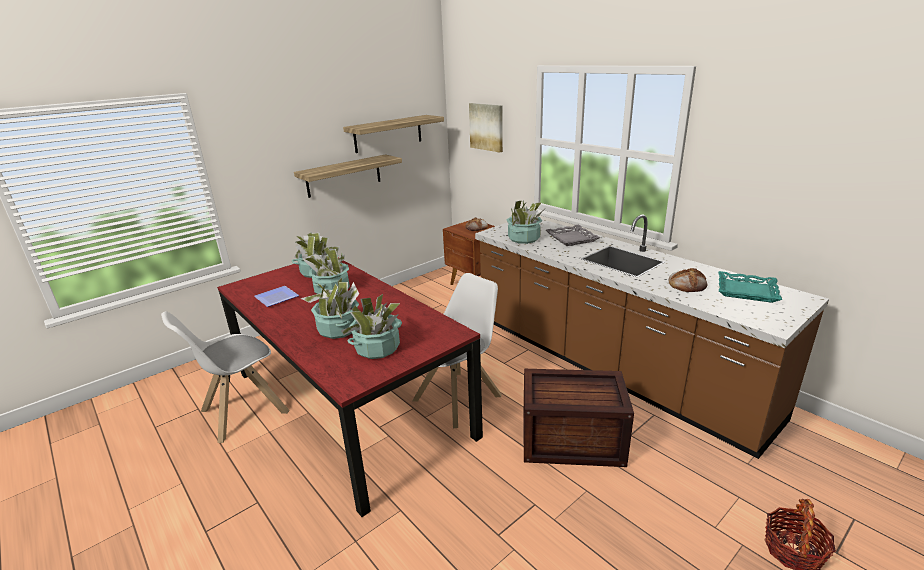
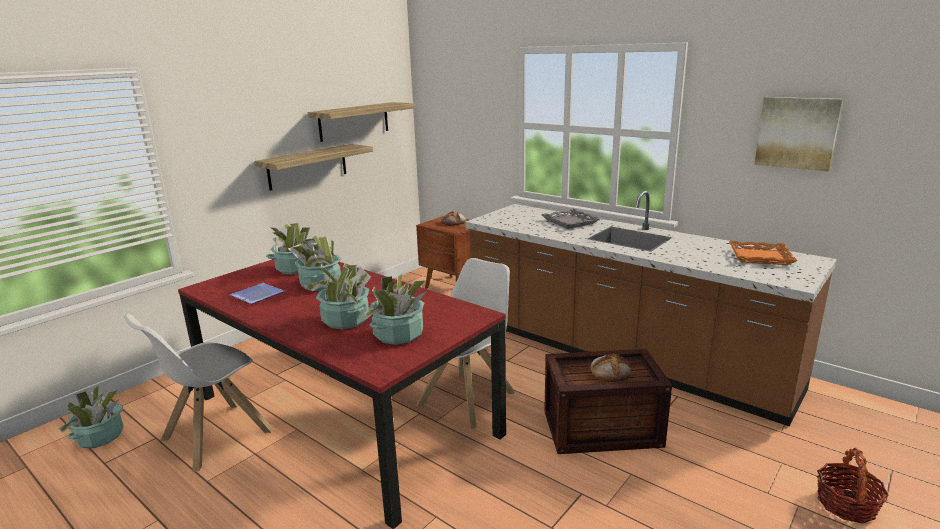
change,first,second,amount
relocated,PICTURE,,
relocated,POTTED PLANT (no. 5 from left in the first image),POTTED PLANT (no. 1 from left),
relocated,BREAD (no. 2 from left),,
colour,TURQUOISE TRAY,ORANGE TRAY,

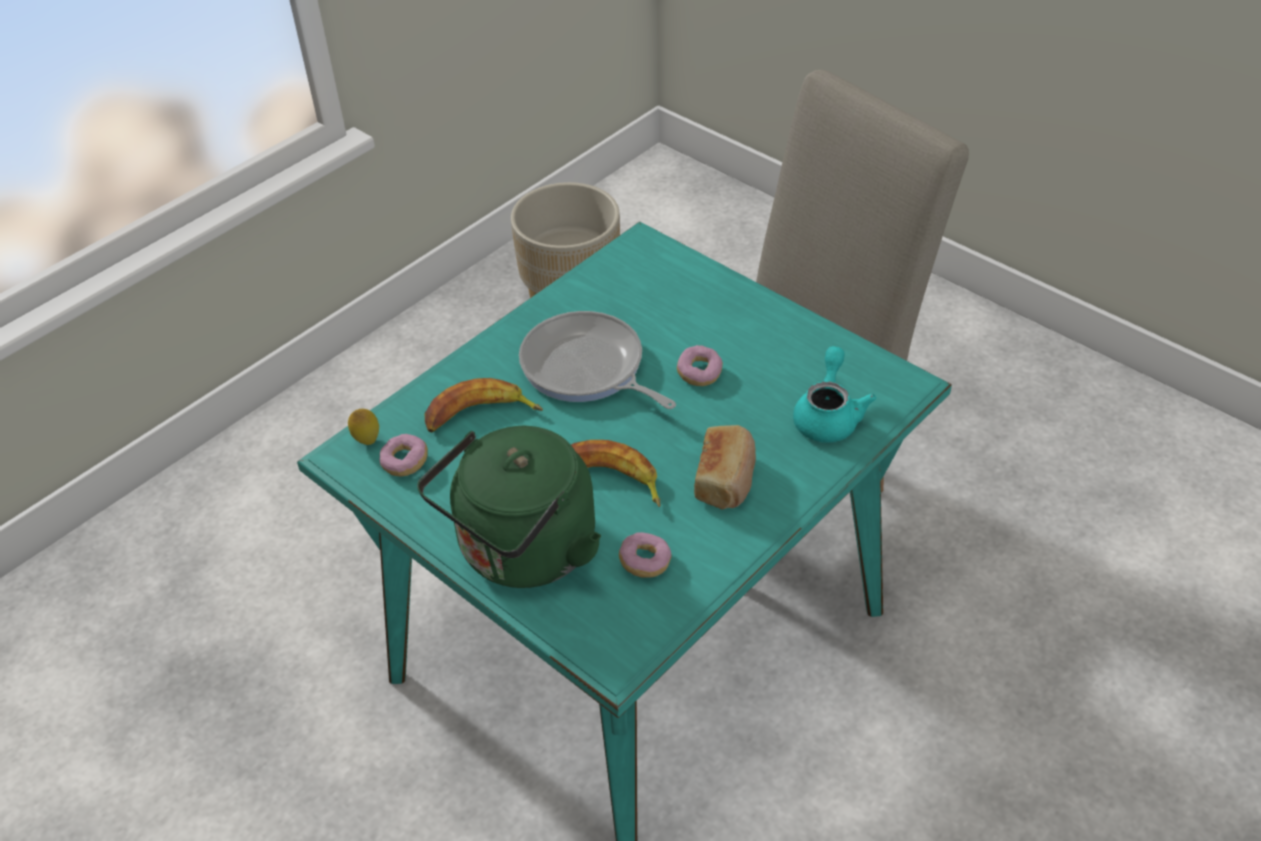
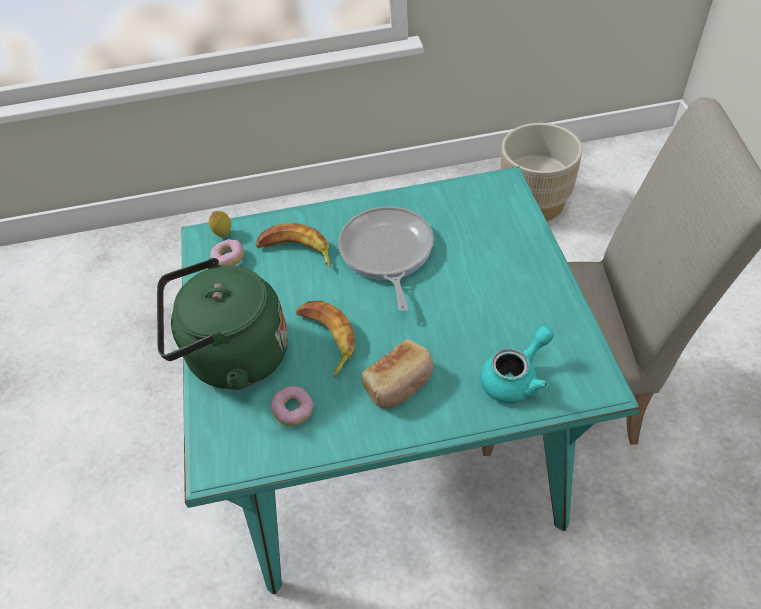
change,first,second,amount
missing,DONUT (no. 3 from left),,

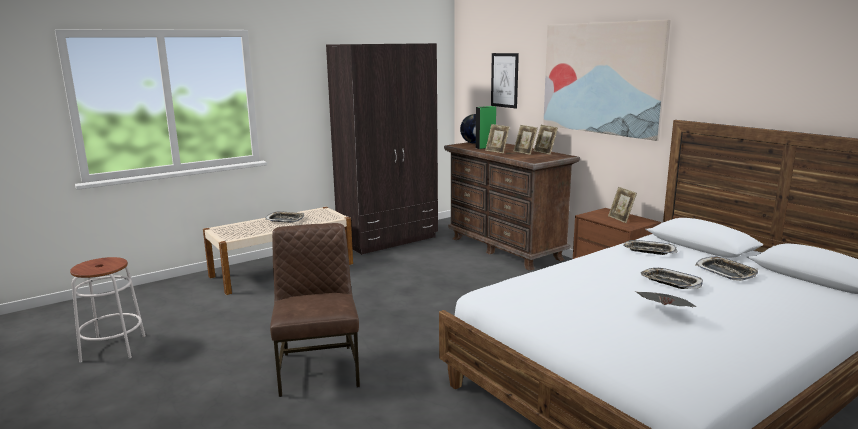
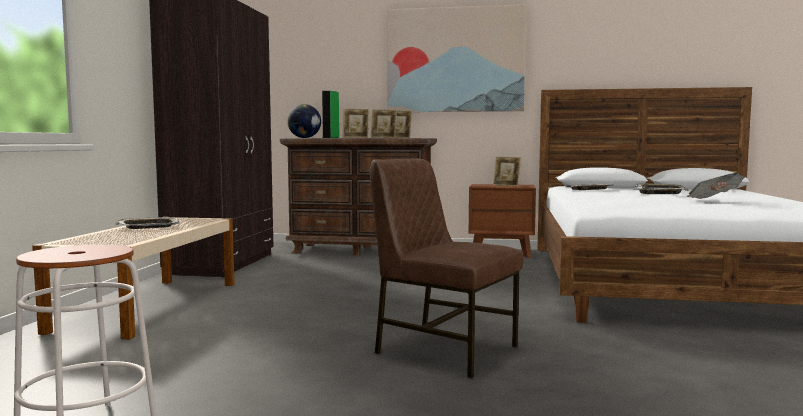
change,first,second,amount
missing,PICTURE (no. 1 from left),,

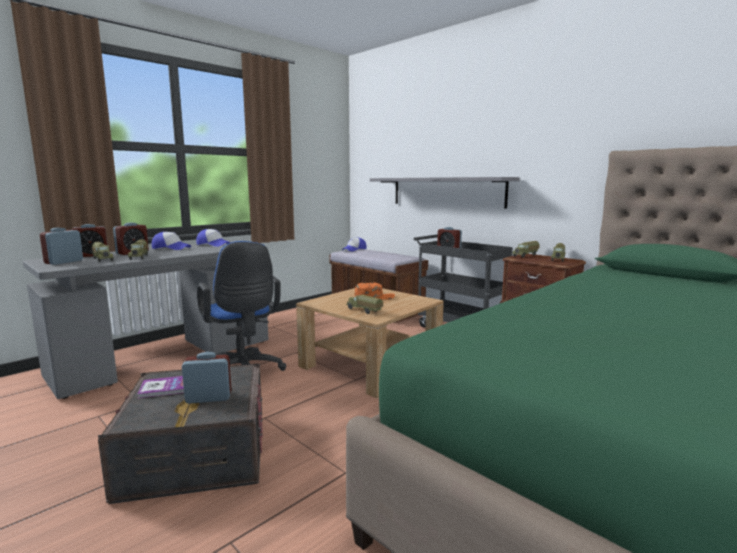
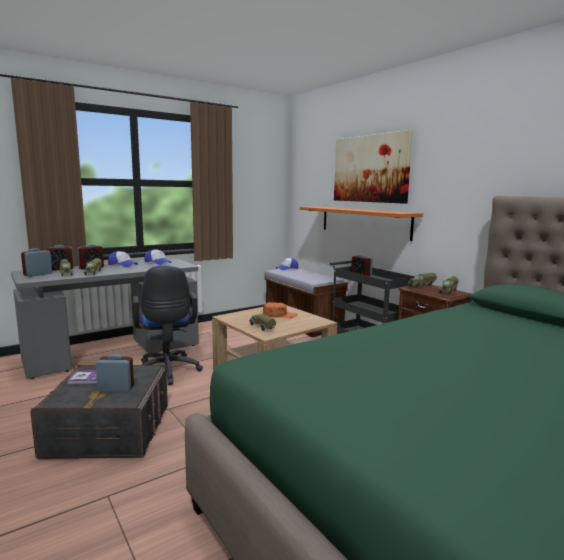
change,first,second,amount
colour,GREY SHELF,ORANGE SHELF,
appeared,,PICTURE,

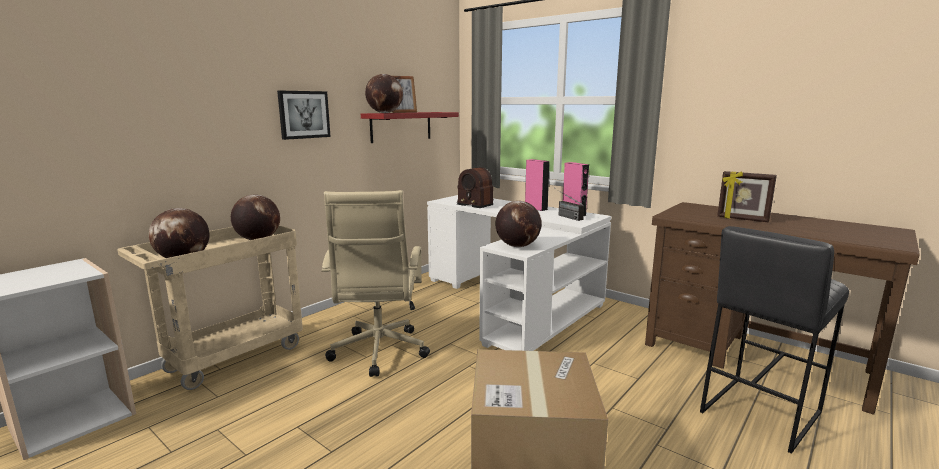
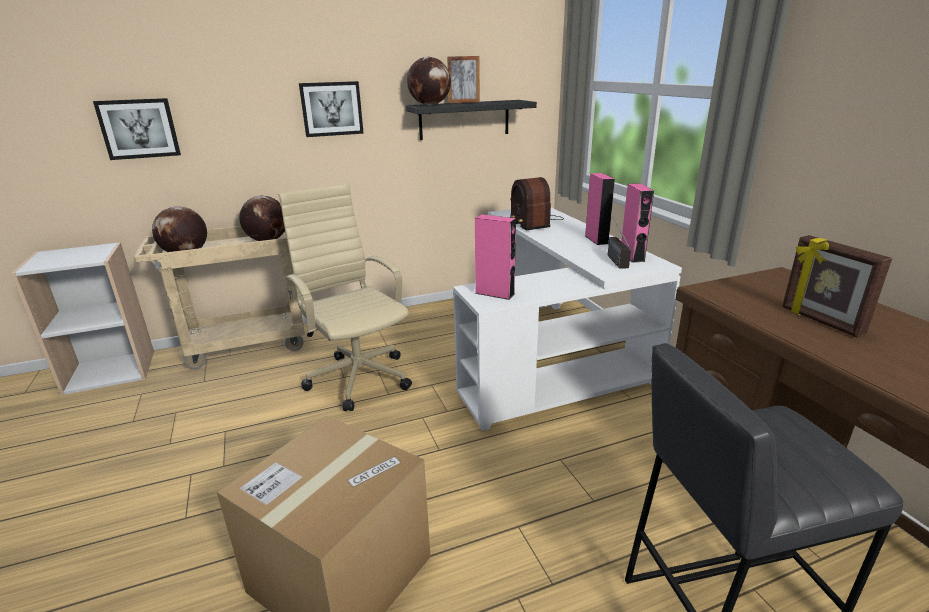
change,first,second,amount
spun,BEIGE OFFICE CHAIR,,120 degrees clockwise
colour,RED SHELF,BLACK SHELF,
exchanged,GLOBE (no. 4 from left),PINK SPEAKER (no. 1 from left),
appeared,,PICTURE (no. 1 from left),

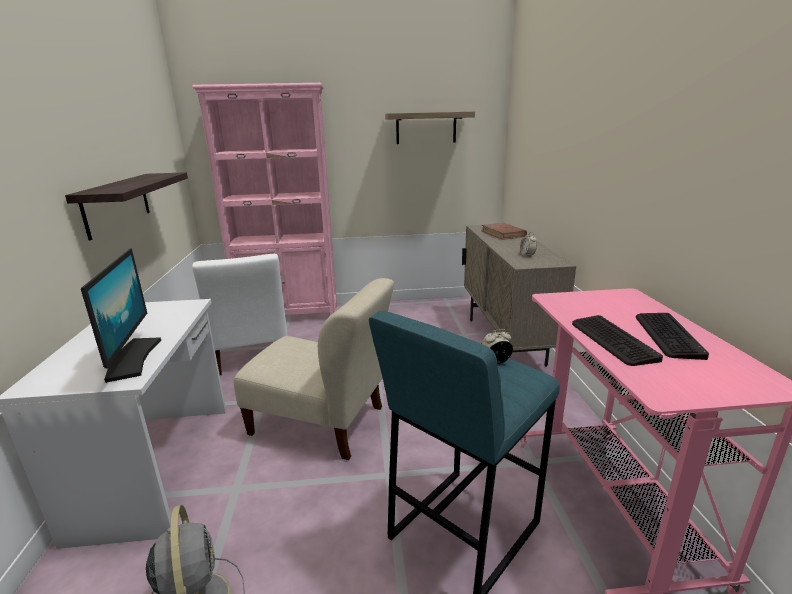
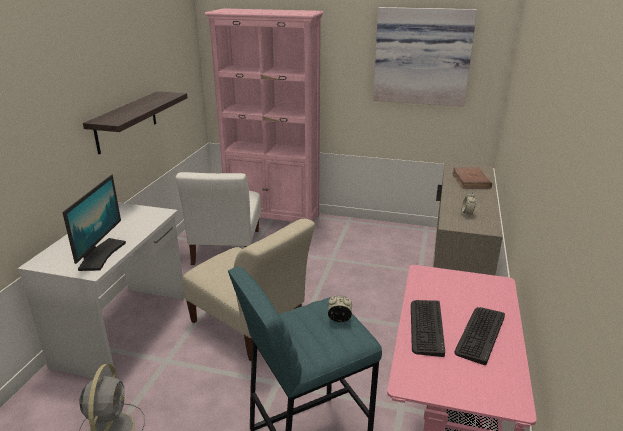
change,first,second,amount
exchanged,SHELF (no. 2 from left),PICTURE,

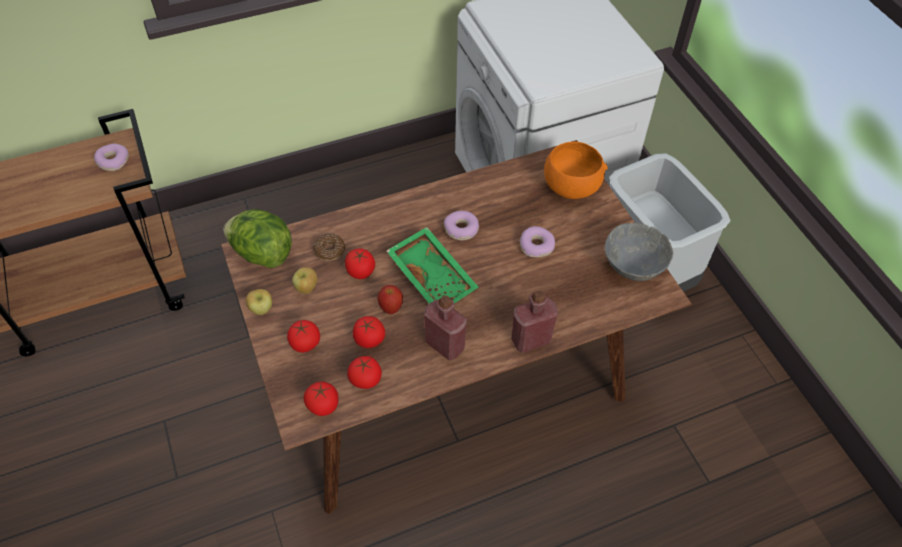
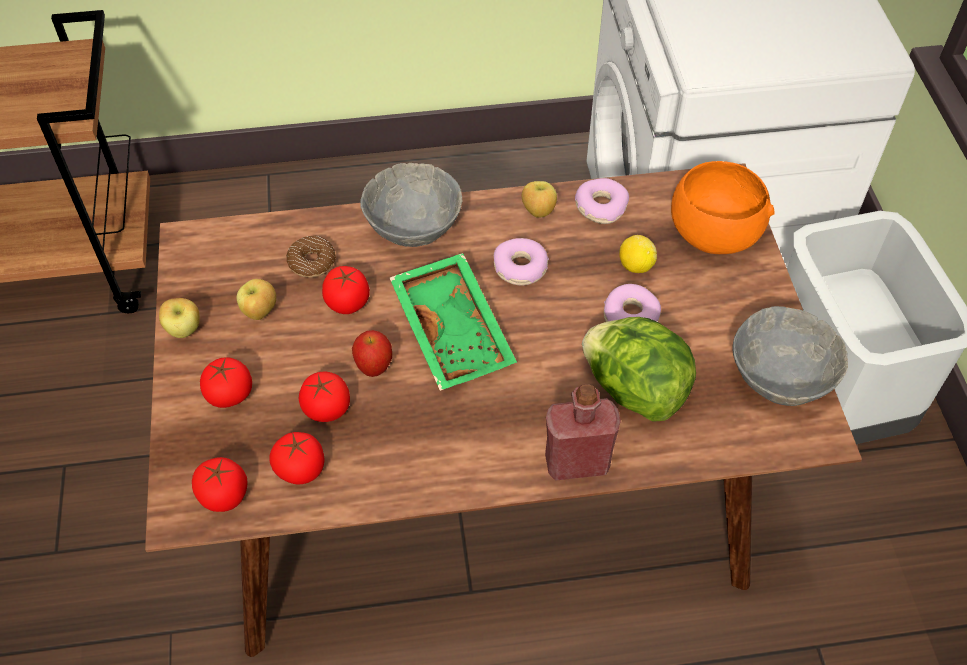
change,first,second,amount
relocated,DONUT (no. 1 from left in the first image),DONUT (no. 3 from left),
relocated,LETTUCE,,
missing,RED BOTTLE (no. 1 from left),,
appeared,,GREY BOWL (no. 1 from left),
appeared,,APPLE (no. 4 from left),
appeared,,LEMON,

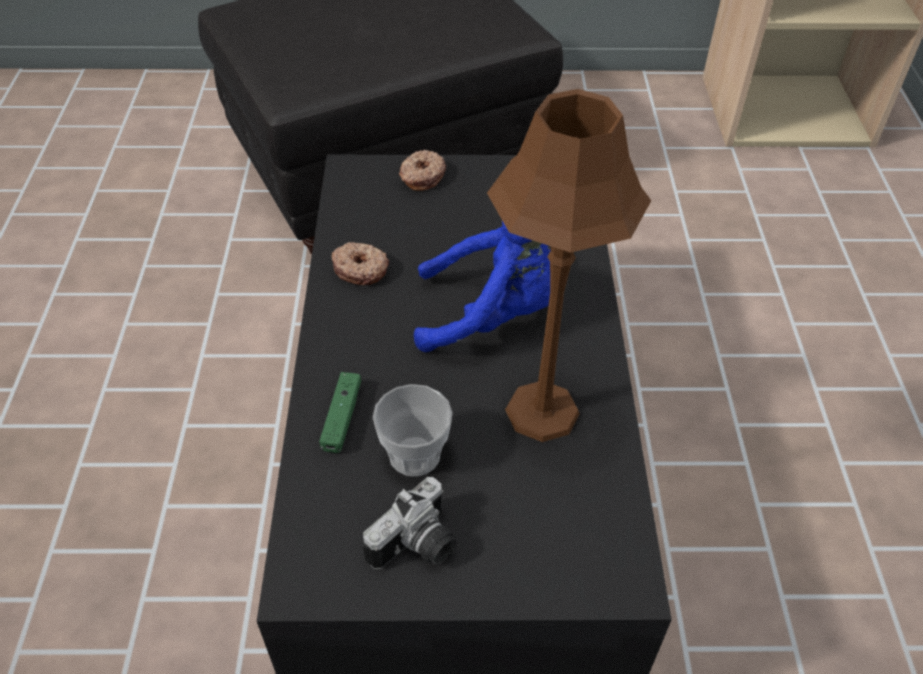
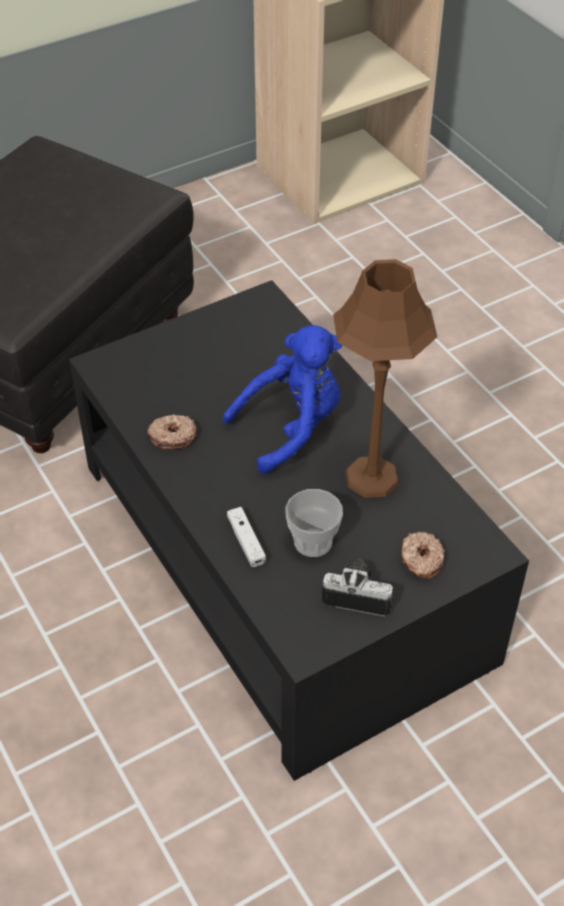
change,first,second,amount
colour,GREEN GAME CONTROLLER,WHITE GAME CONTROLLER,
spun,PHOTO CAMERA,,90 degrees counterclockwise
relocated,DONUT (no. 2 from left),,

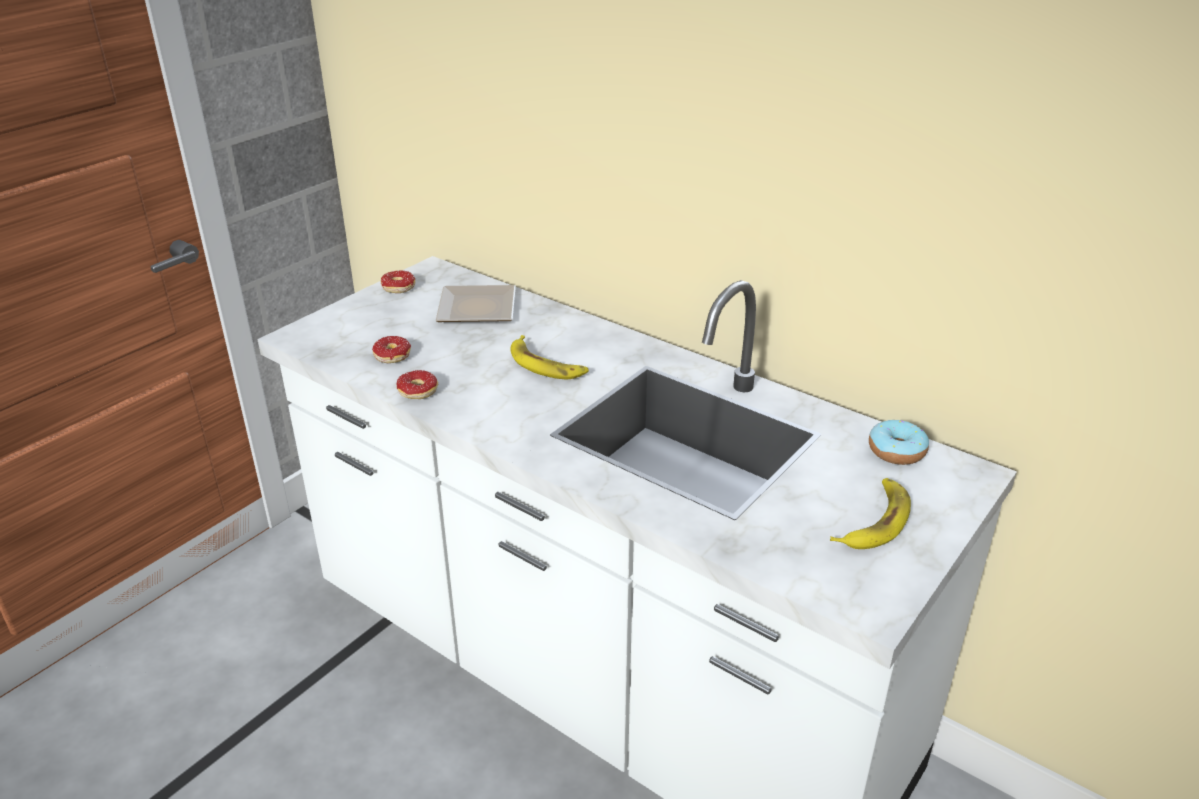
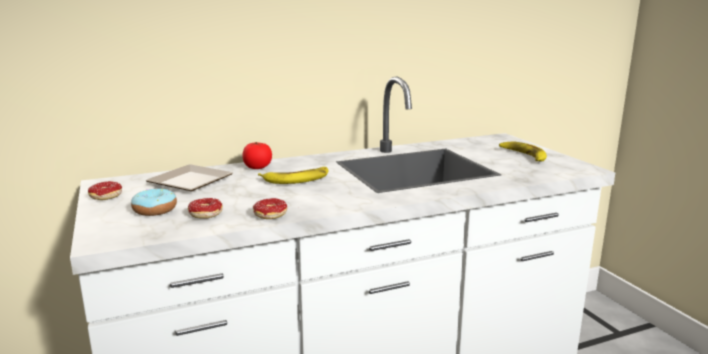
change,first,second,amount
relocated,DONUT (no. 4 from left in the first image),DONUT (no. 2 from left),
appeared,,TOMATO,

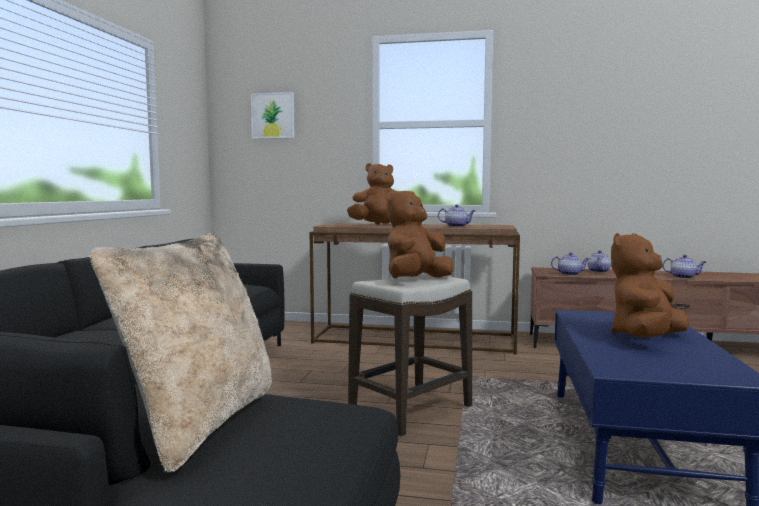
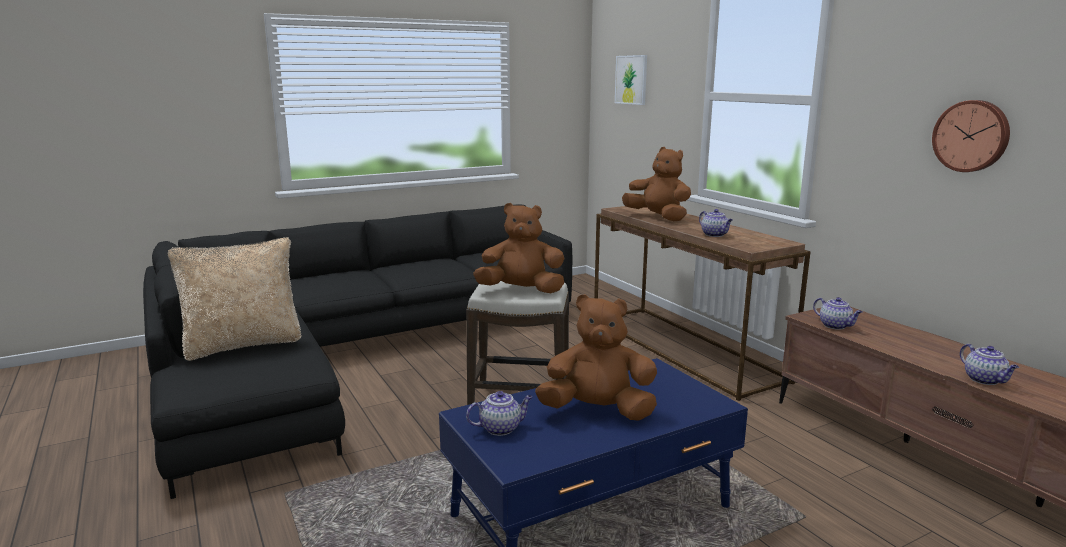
change,first,second,amount
relocated,TEAPOT (no. 3 from left in the first image),TEAPOT (no. 1 from left),
appeared,,WALL CLOCK,

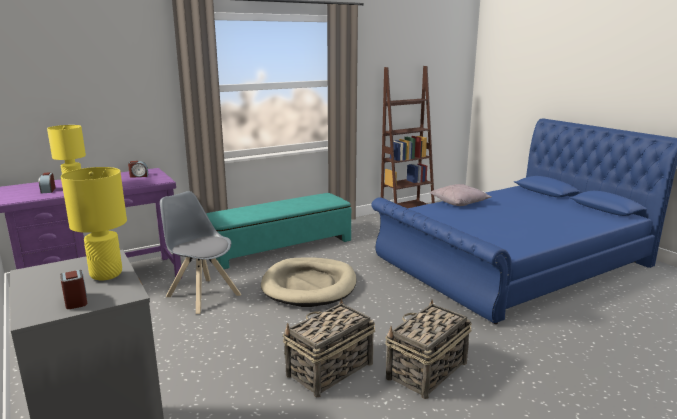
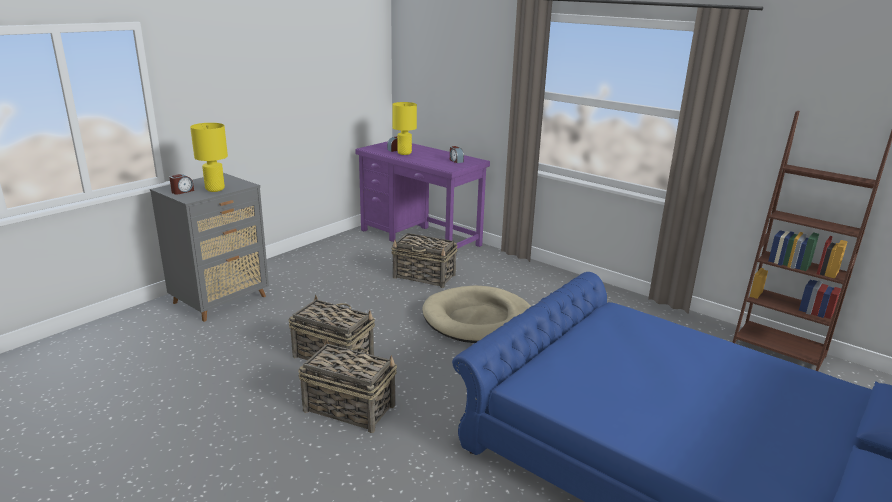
change,first,second,amount
exchanged,GREY CHAIR,BASKET (no. 3 from left),
missing,TURQUOISE BENCH,,
missing,PURPLE PILLOW,,

